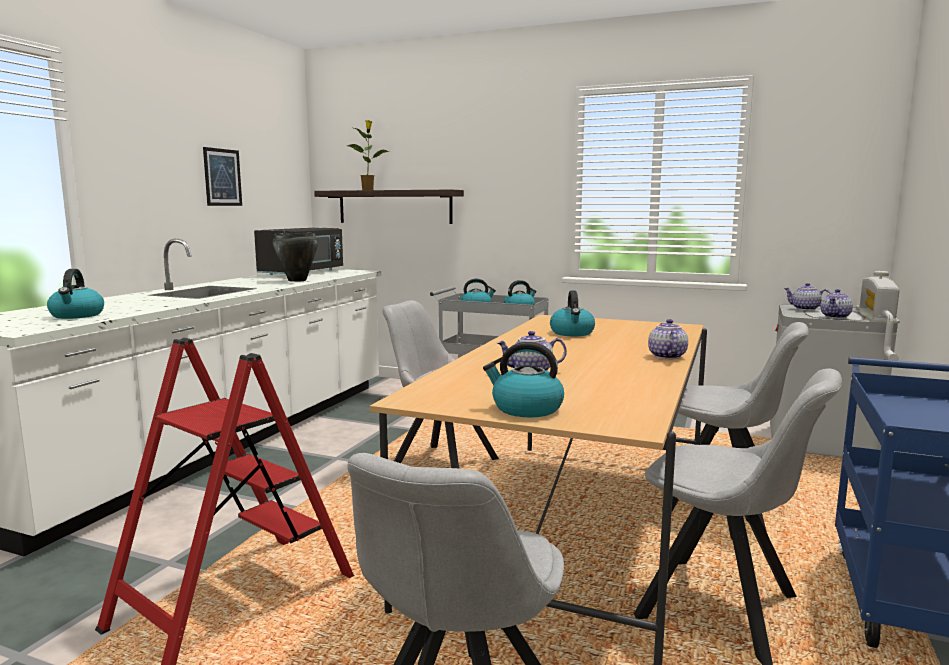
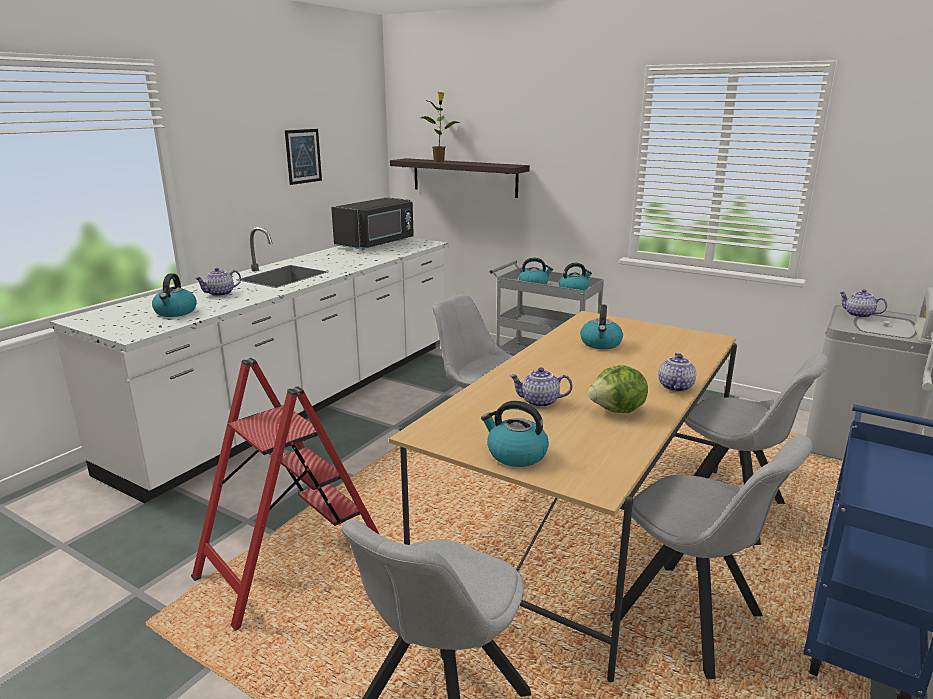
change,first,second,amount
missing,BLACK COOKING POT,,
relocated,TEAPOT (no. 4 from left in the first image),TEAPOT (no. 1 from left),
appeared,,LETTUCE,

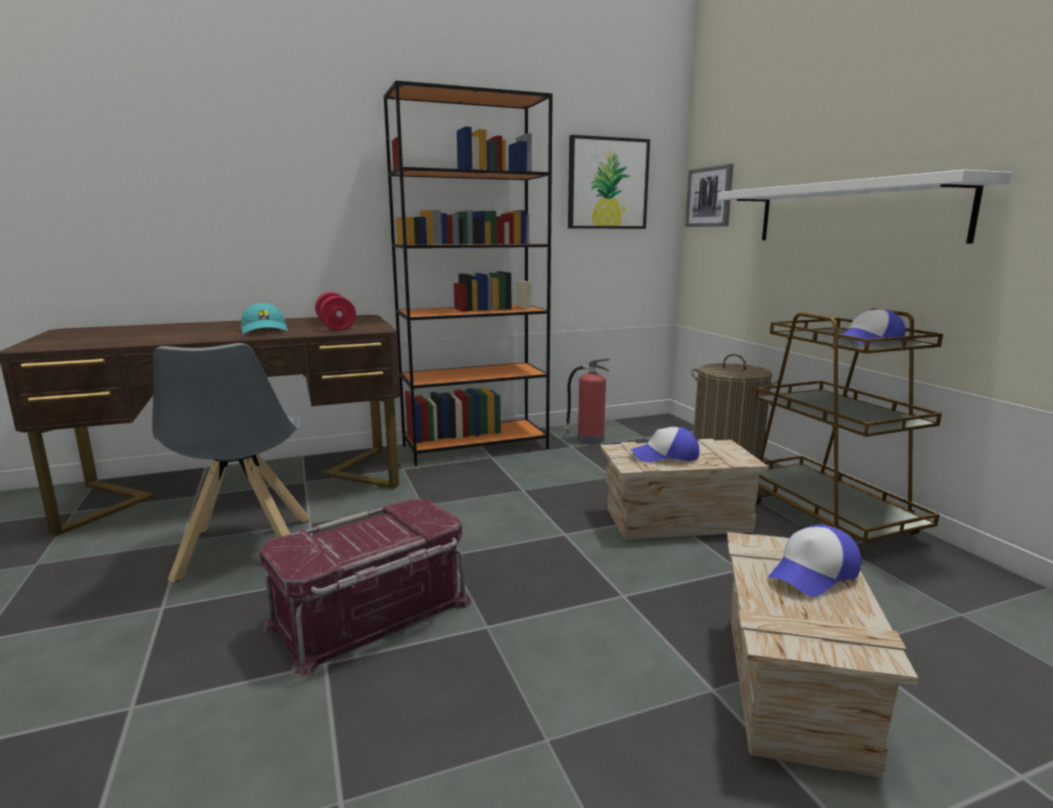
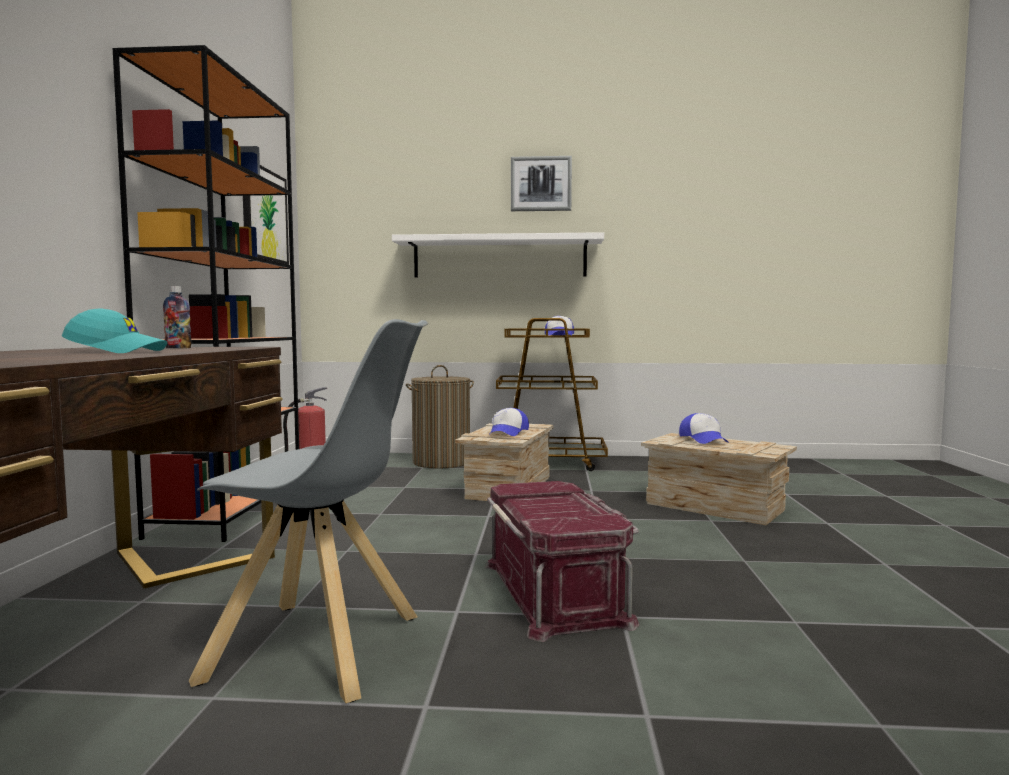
change,first,second,amount
exchanged,RED DUMBBELL,BOTTLE,
relocated,PICTURE (no. 2 from left),,

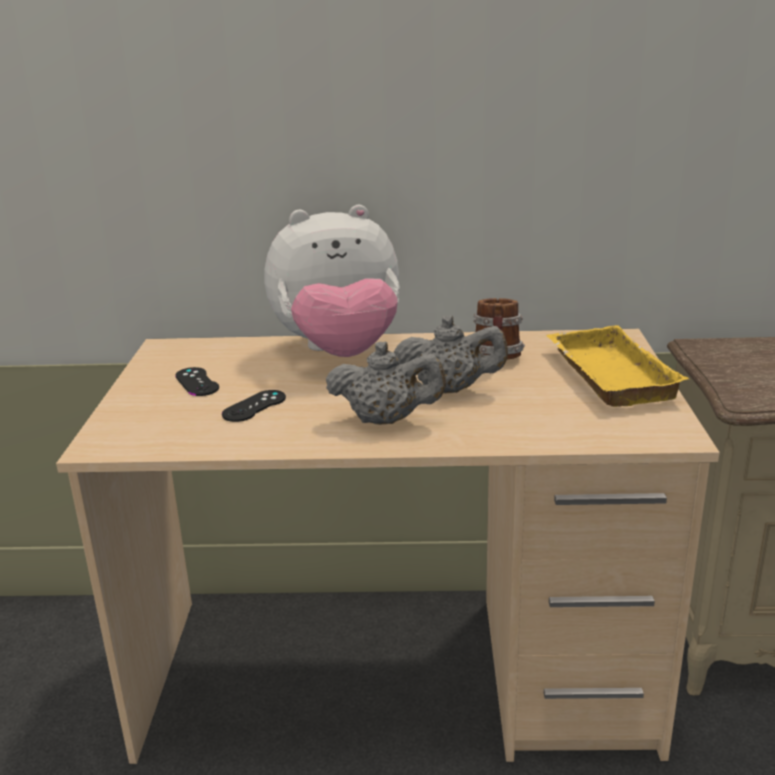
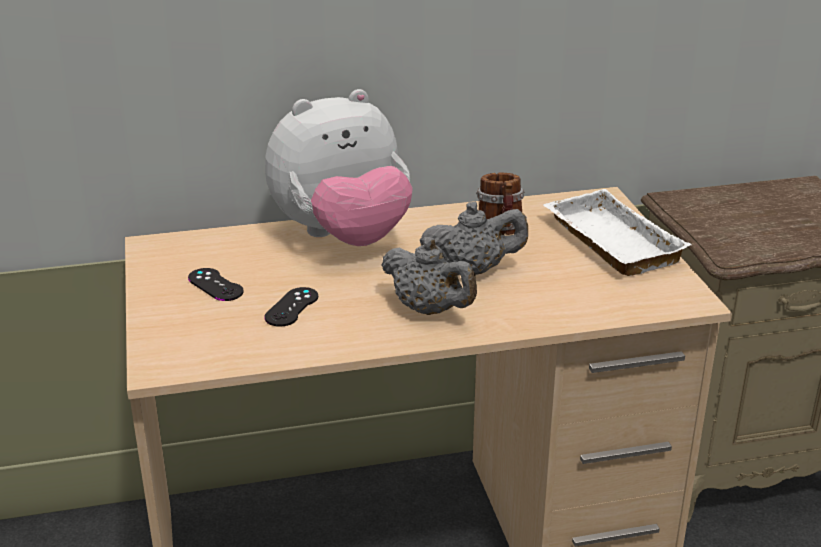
change,first,second,amount
spun,GREY TEAPOT (no. 1 from left),,45 degrees clockwise
colour,YELLOW TRAY,WHITE TRAY,

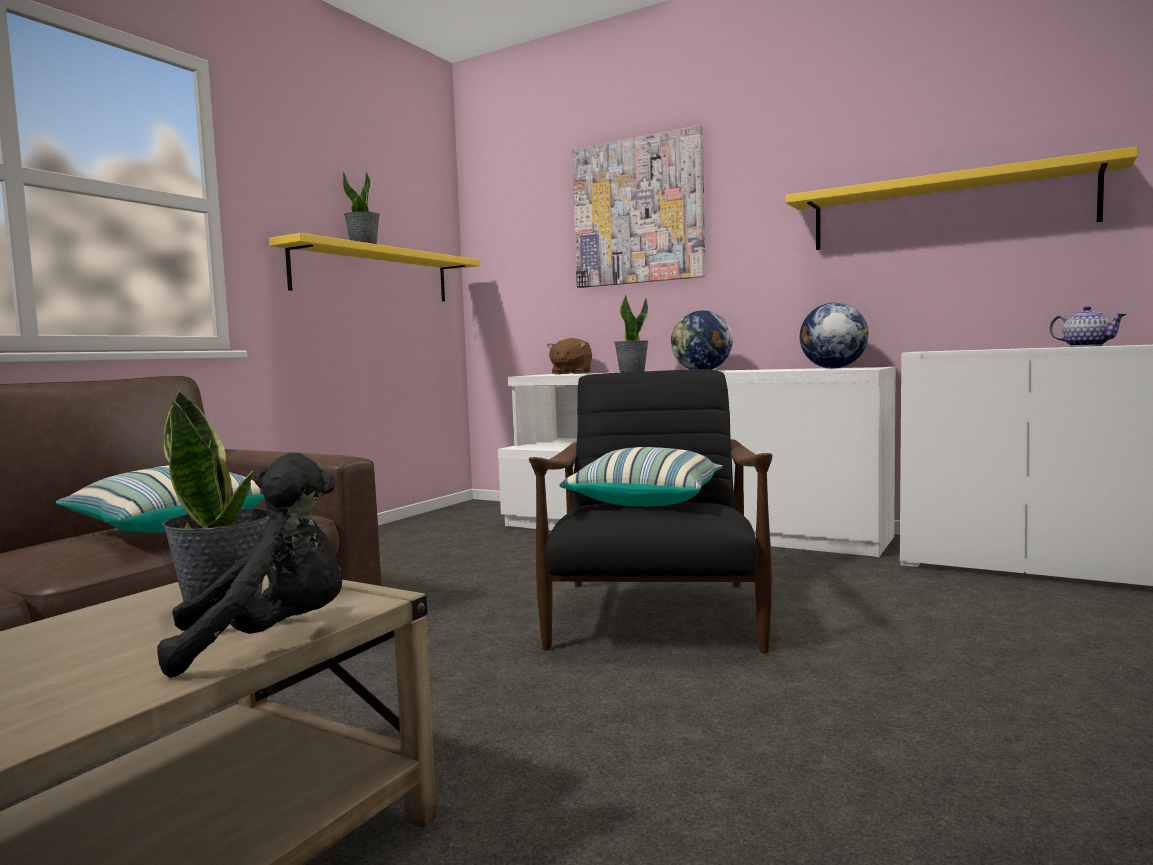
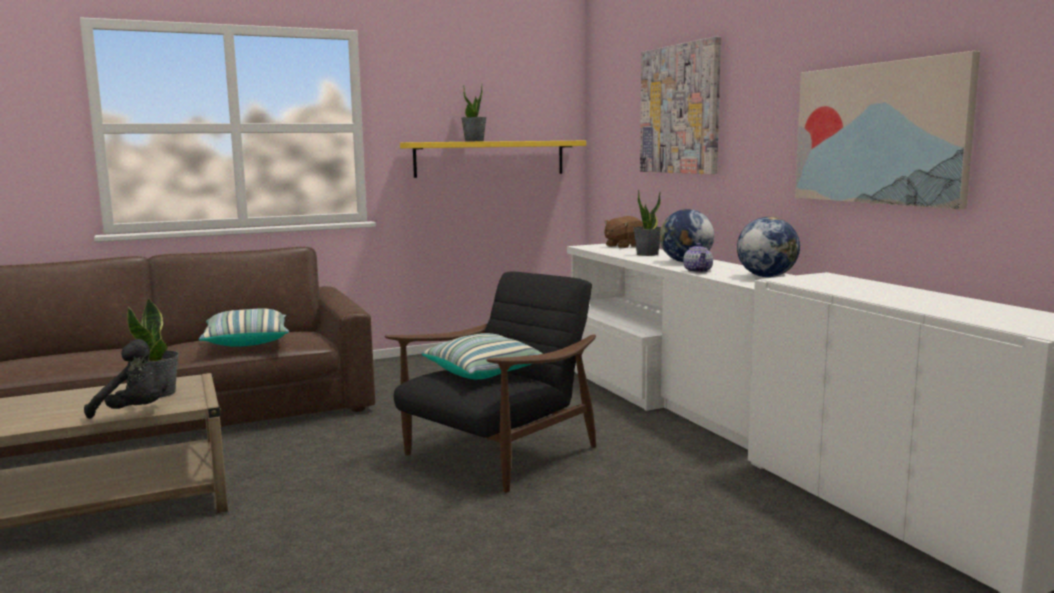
change,first,second,amount
exchanged,YELLOW SHELF (no. 2 from left),PICTURE (no. 2 from left),
relocated,TEAPOT,,

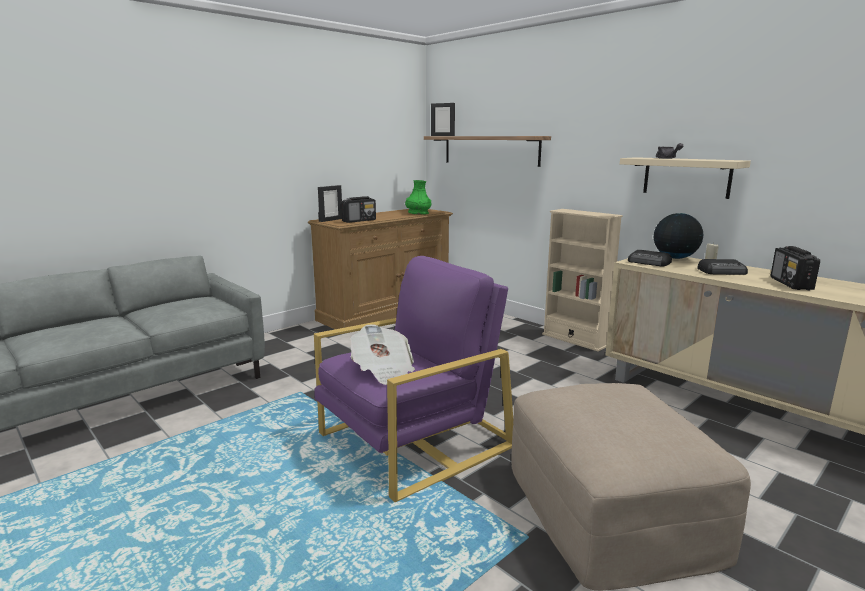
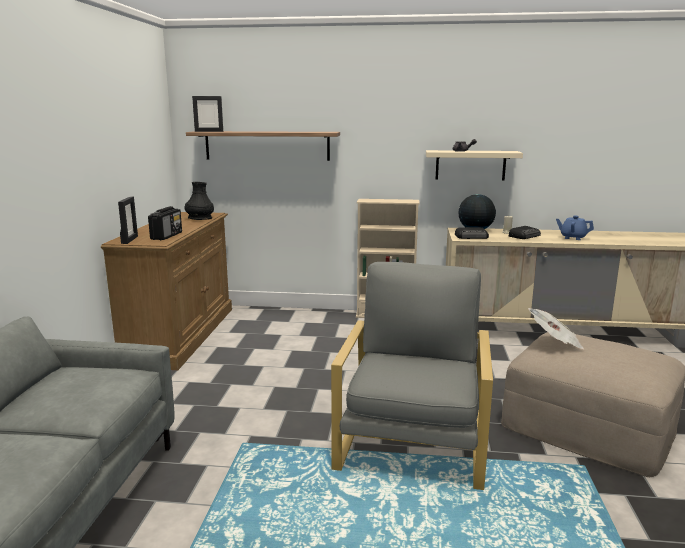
change,first,second,amount
colour,PURPLE ARMCHAIR,GREY ARMCHAIR,
relocated,NEWSPAPER,,
colour,GREEN VASE,BLACK VASE,
exchanged,RADIO (no. 4 from left),BLUE TEAPOT,

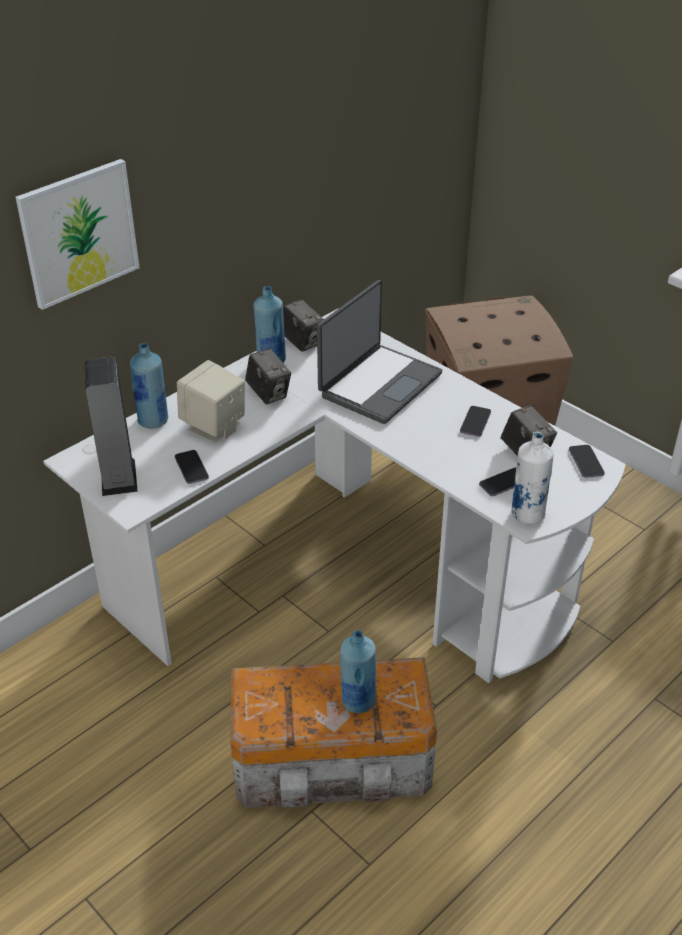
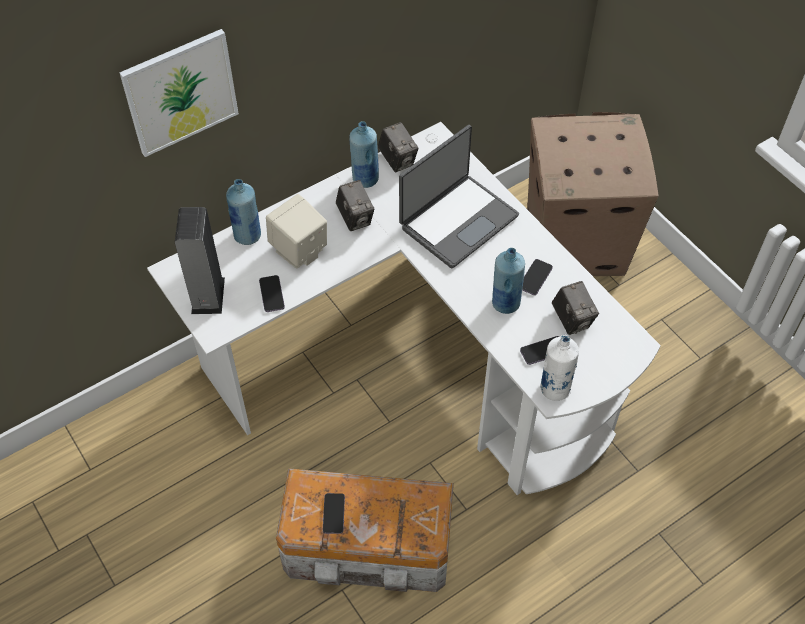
change,first,second,amount
relocated,BLUE BOTTLE (no. 3 from left),,
relocated,PHONE (no. 4 from left in the first image),PHONE (no. 2 from left),

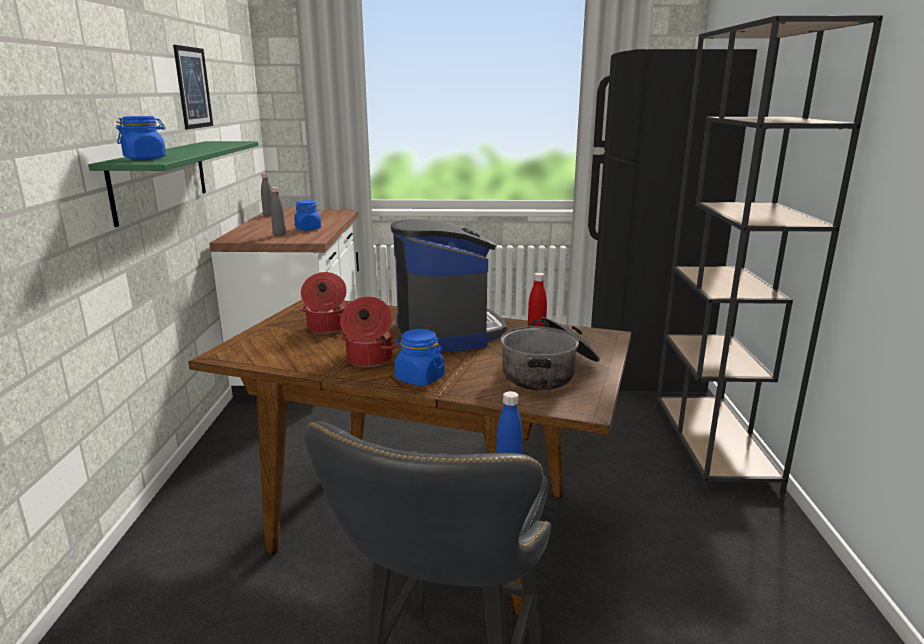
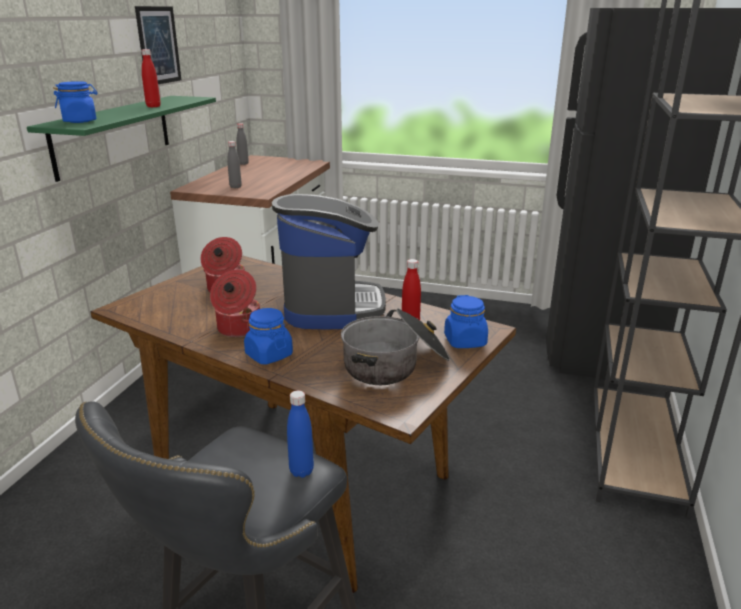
change,first,second,amount
relocated,BLUE JAR (no. 2 from left in the first image),BLUE JAR (no. 3 from left),
appeared,,RED BOTTLE (no. 1 from left),

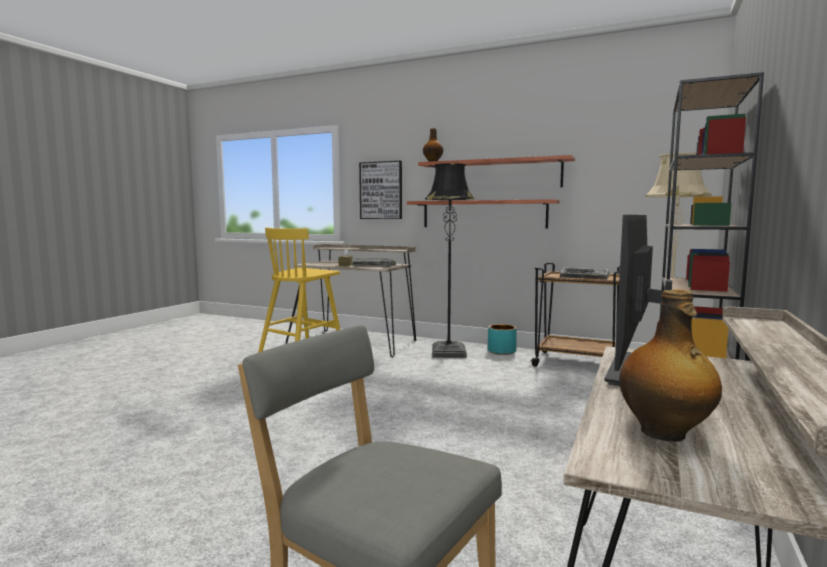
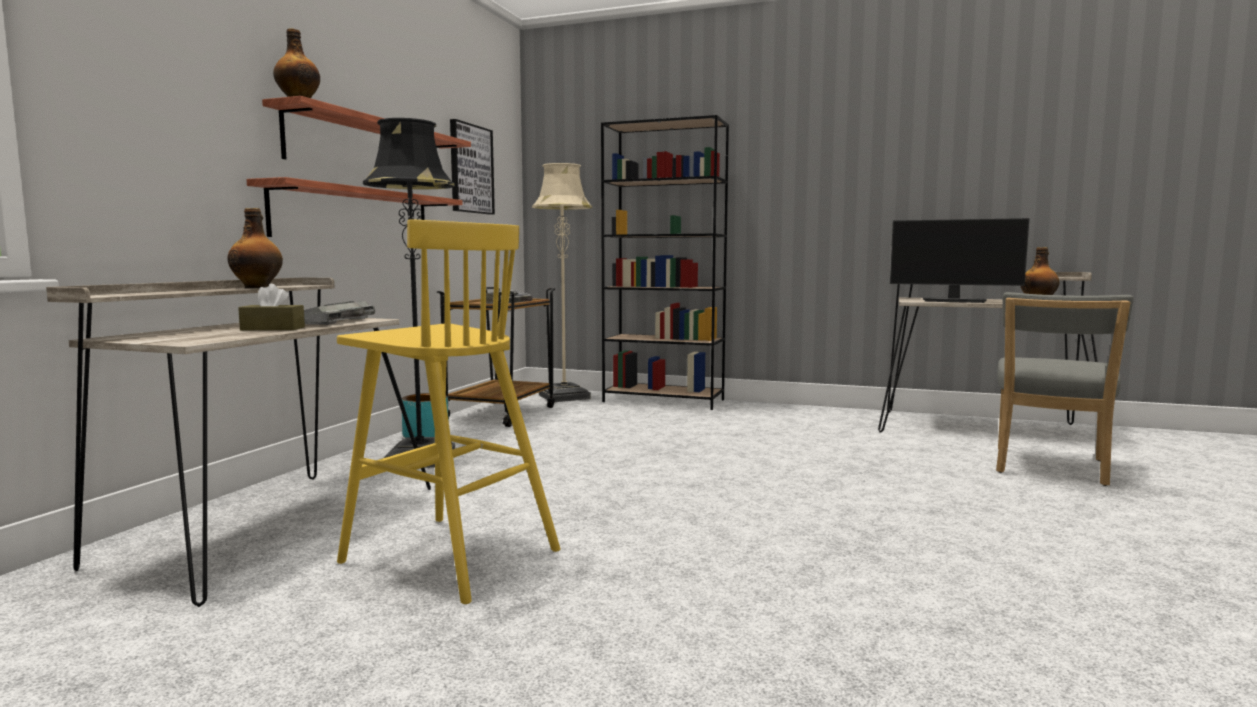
change,first,second,amount
relocated,PICTURE,,
appeared,,BOTTLE (no. 1 from left),

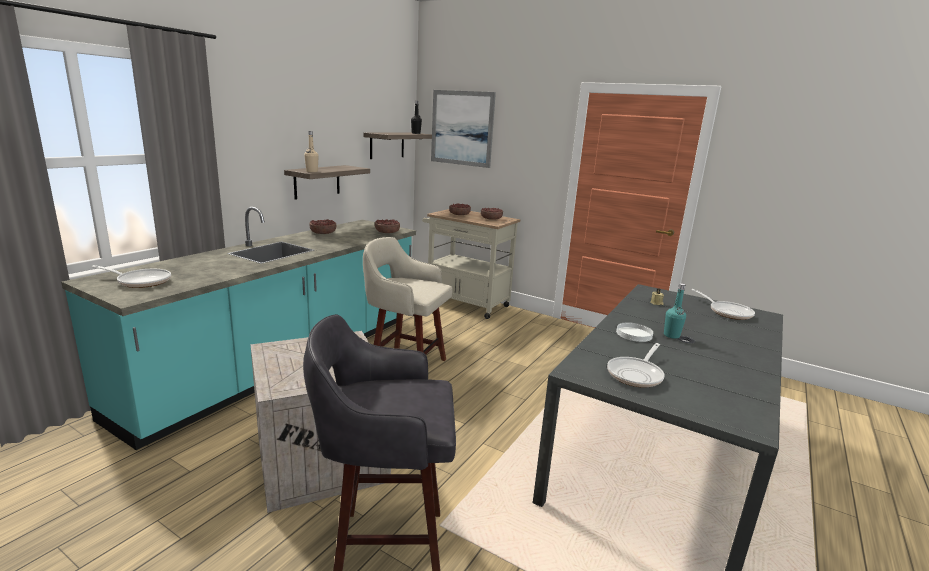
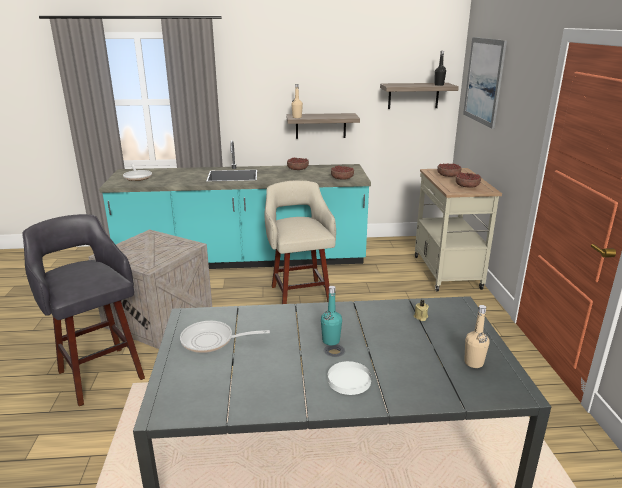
change,first,second,amount
relocated,WHITE PLATE,,
exchanged,FRYING PAN (no. 3 from left),BEIGE BOTTLE (no. 2 from left),

